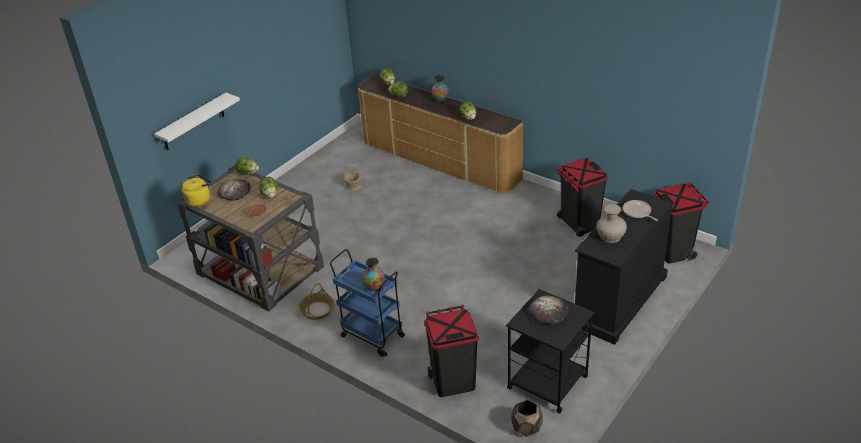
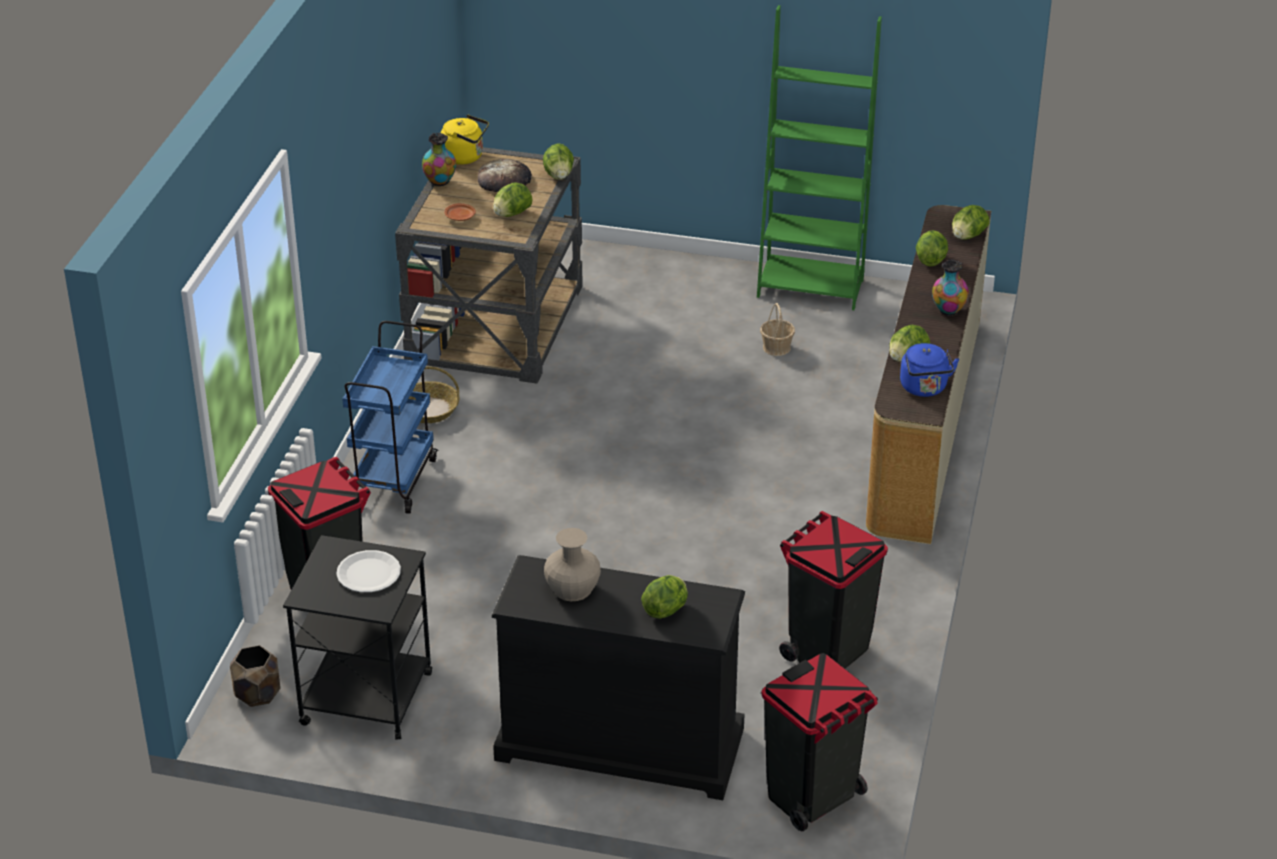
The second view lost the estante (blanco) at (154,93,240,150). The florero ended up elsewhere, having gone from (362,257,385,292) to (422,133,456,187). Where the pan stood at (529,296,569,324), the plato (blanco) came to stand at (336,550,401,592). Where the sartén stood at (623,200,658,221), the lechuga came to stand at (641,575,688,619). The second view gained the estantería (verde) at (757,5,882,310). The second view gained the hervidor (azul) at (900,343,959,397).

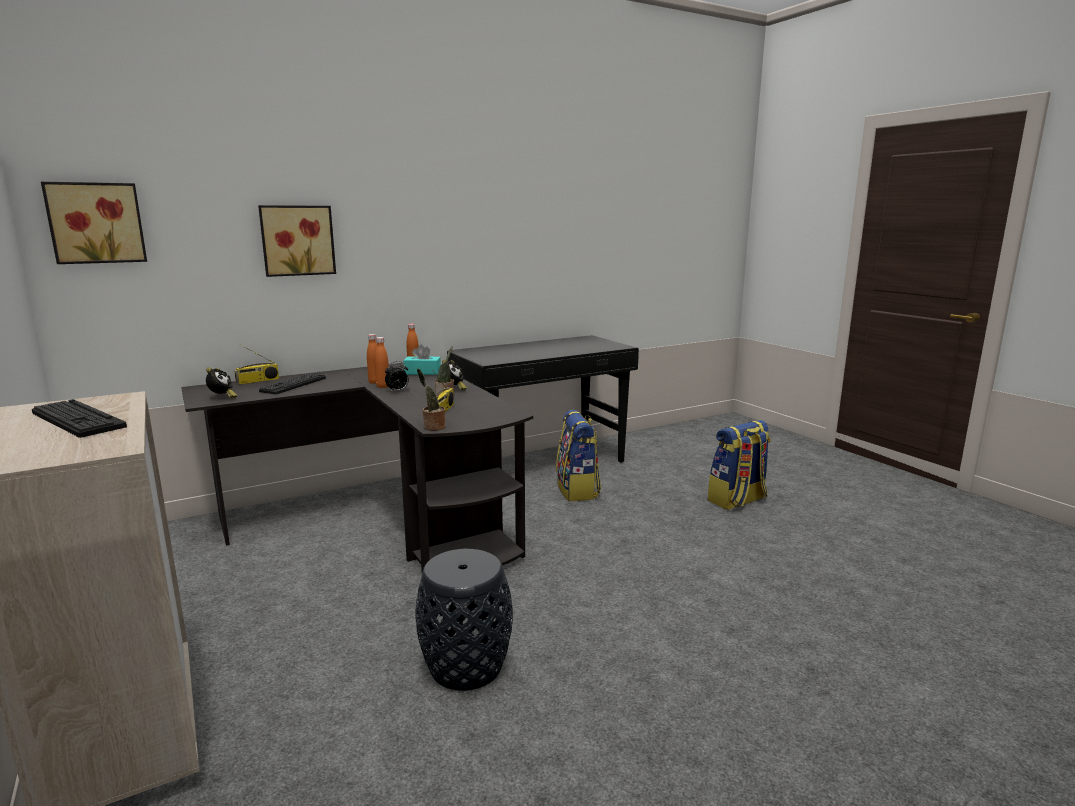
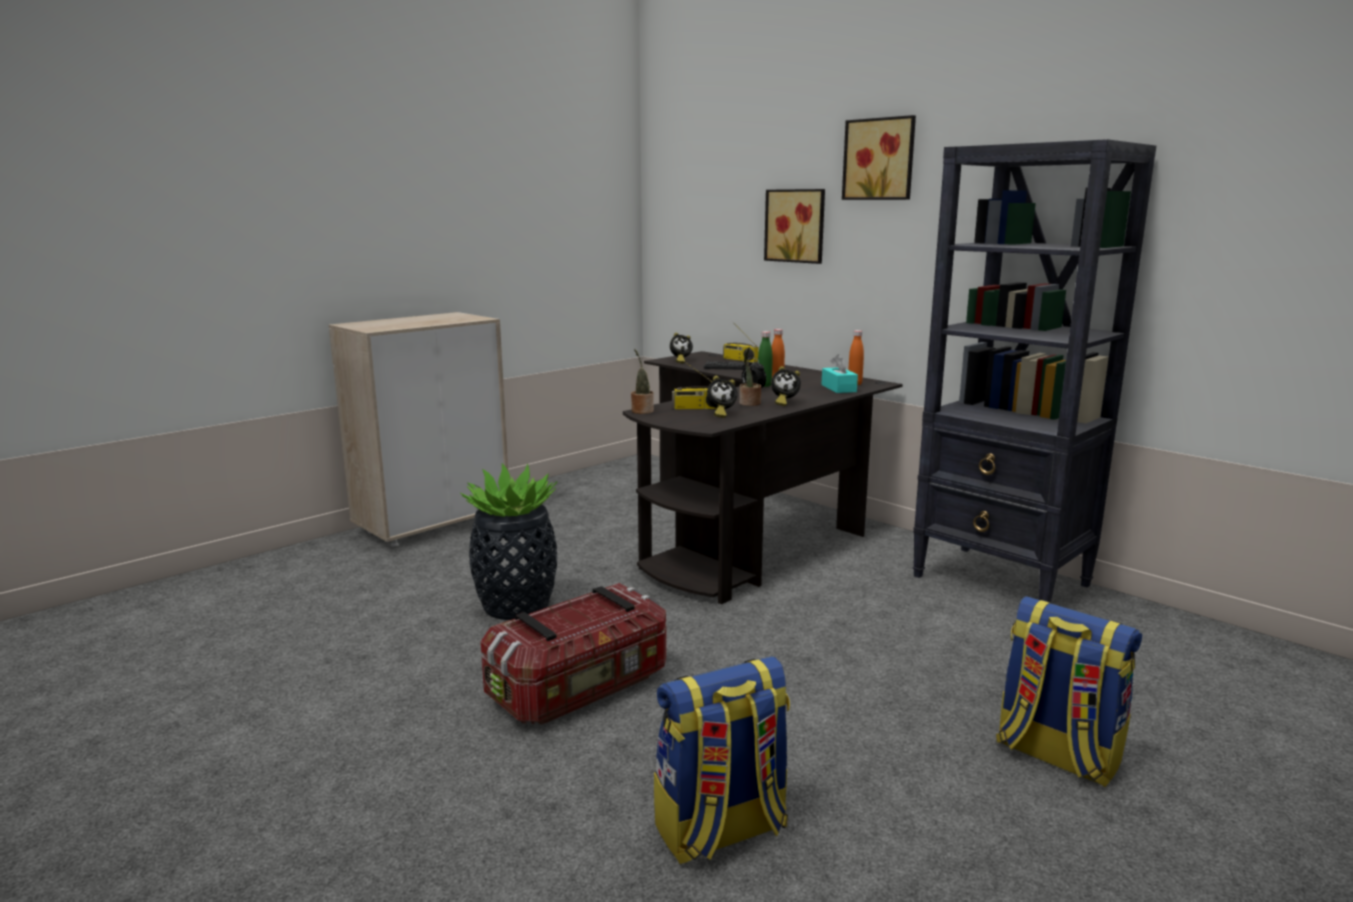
The second view lost the teclado at (32,399,127,438). The cuadro ended up elsewhere, having gone from (41,182,147,264) to (842,115,916,200). What was the botella (naranja) at (375,337,389,388) turned into the botella (verde) at (758,331,773,387). Where the mesa consola (negro) stood at (447,335,639,463), the estantería (negro) came to stand at (912,139,1156,602). The mochila ended up elsewhere, having gone from (556,410,601,501) to (654,656,790,864). The second view gained the planta en maceta at (460,463,557,517). The second view gained the caja de almacenaje at (481,583,666,725). The second view gained the despertador at (707,376,738,418).

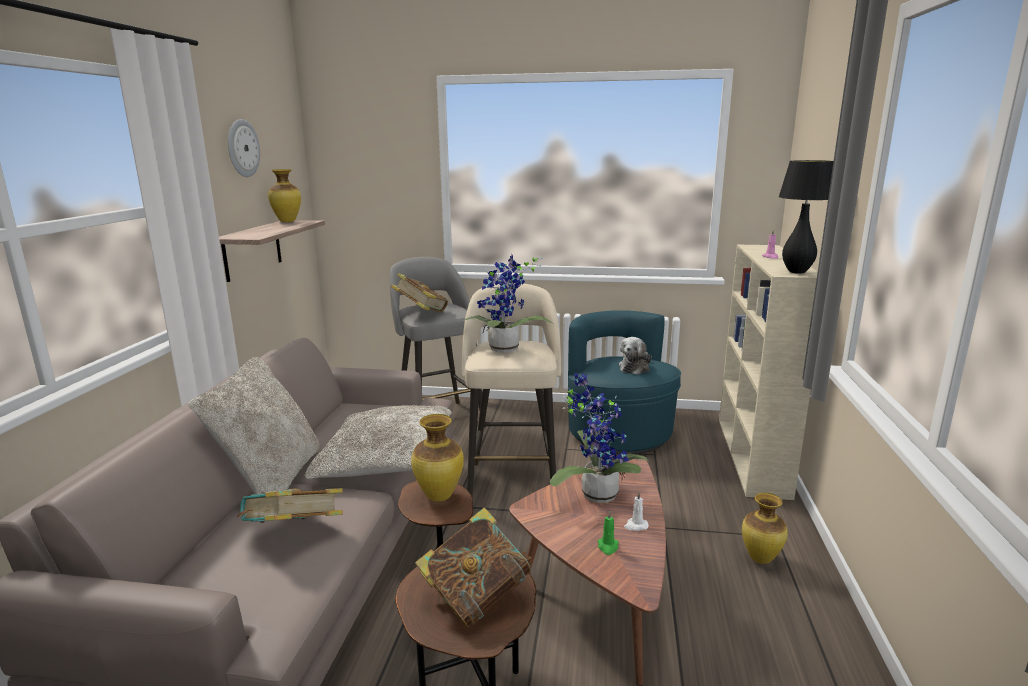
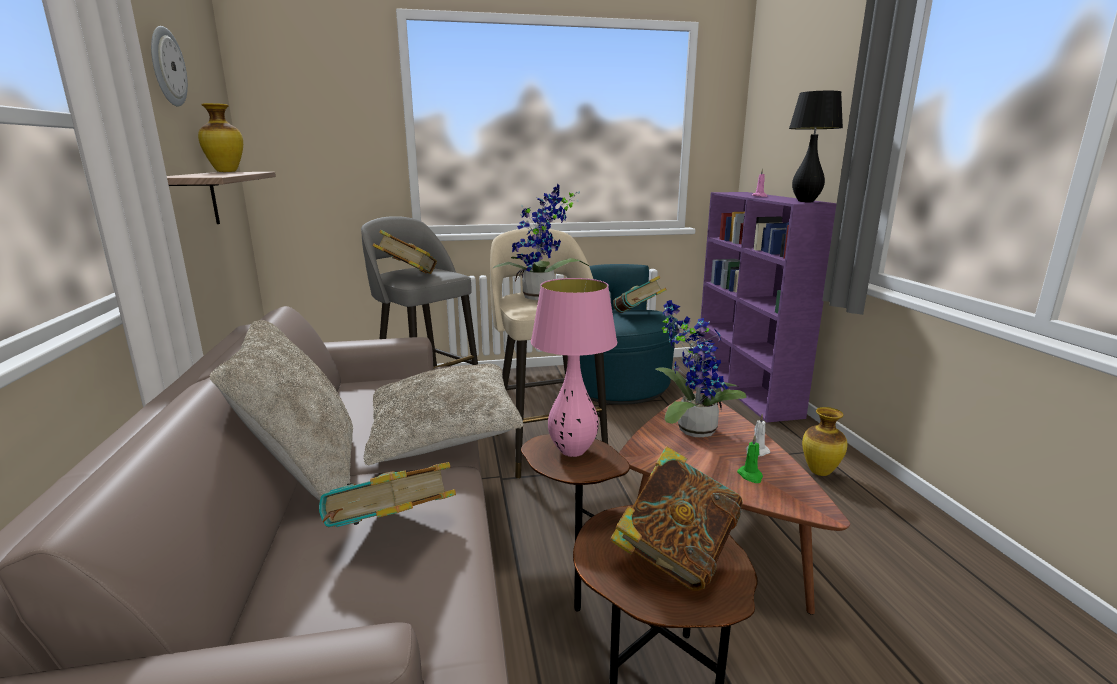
Where the florero stood at (411,414,464,502), the lámpara de mesa (rosa) came to stand at (531,278,617,457). Where the peluche stood at (619,337,652,375), the libro came to stand at (613,276,666,313). What was the estantería (beis) at (719,245,818,500) turned into the estantería (morado) at (699,192,837,422).

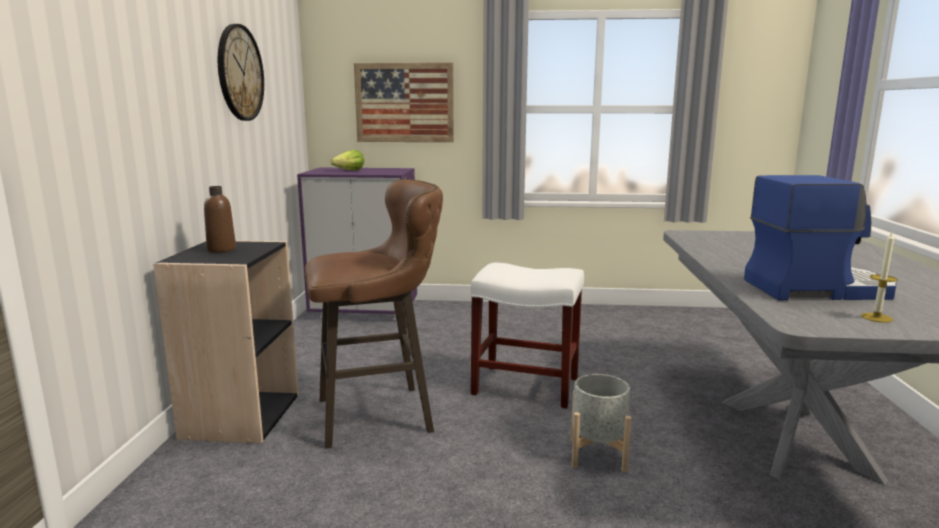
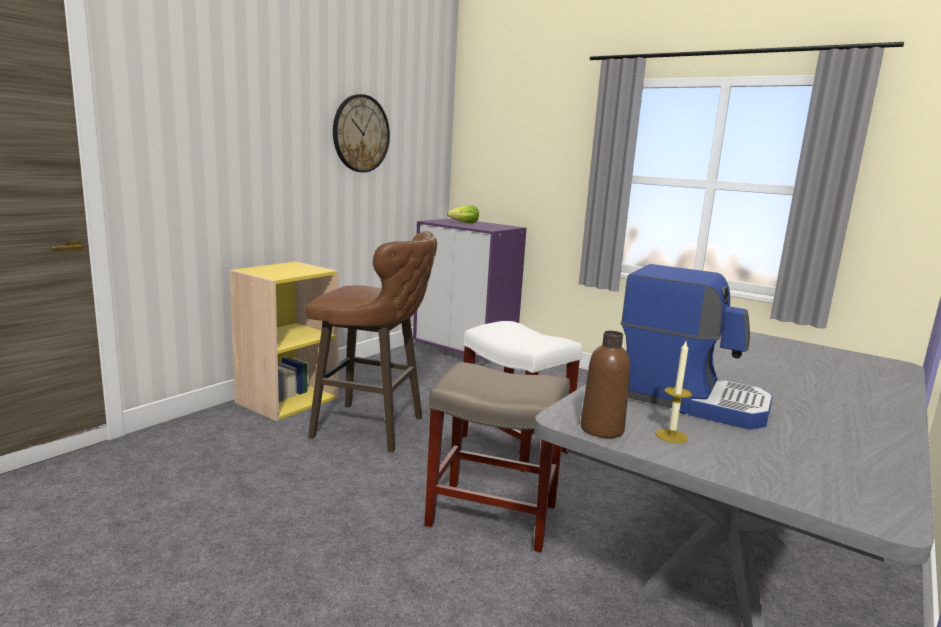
What was the estantería (negro) at (153,240,299,443) turned into the estantería (amarillo) at (229,262,339,421). The botella (marrón) ended up elsewhere, having gone from (204,186,236,253) to (581,331,630,438). The second view lost the cuadro at (354,62,454,142). Where the maceta (gris) stood at (571,374,632,472), the taburete (beis) came to stand at (425,362,570,552).

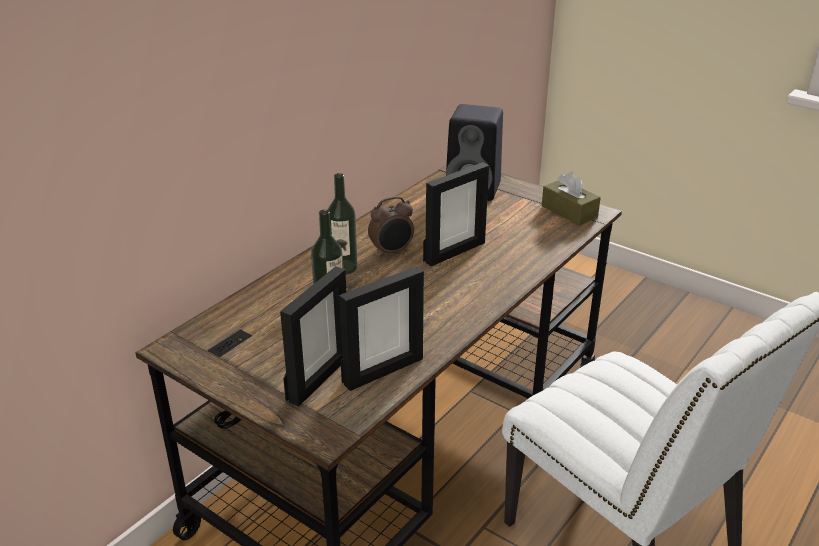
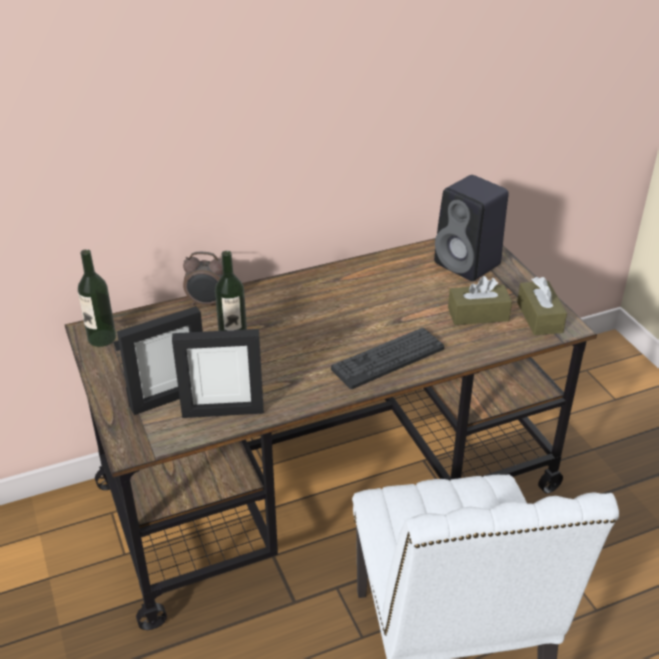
The botella ended up elsewhere, having gone from (327,173,357,275) to (78,249,116,347). The despertador ended up elsewhere, having gone from (368,196,414,258) to (183,252,223,305). The second view lost the portarretratos at (423,162,489,266). The second view gained the teclado at (331,328,444,389). The second view gained the caja de pañuelos (marrón) at (448,276,512,325).

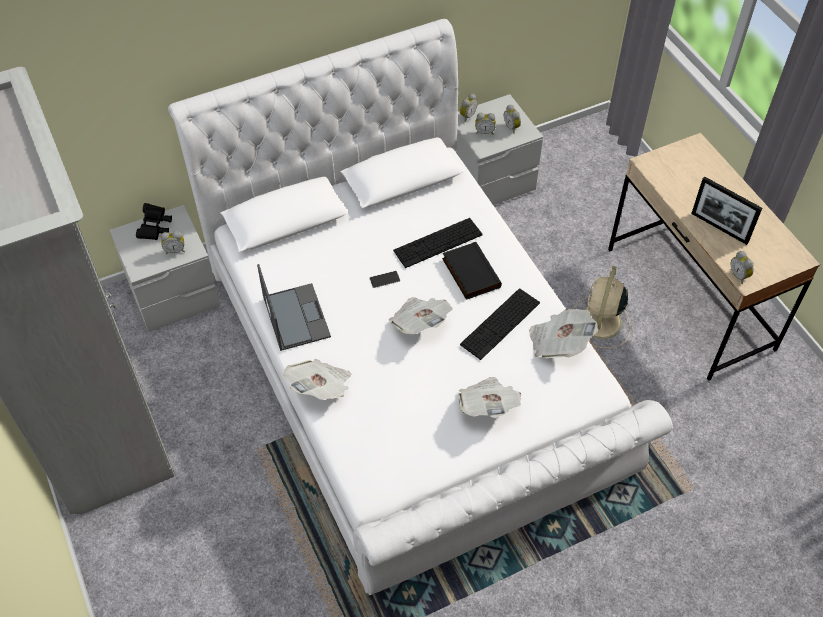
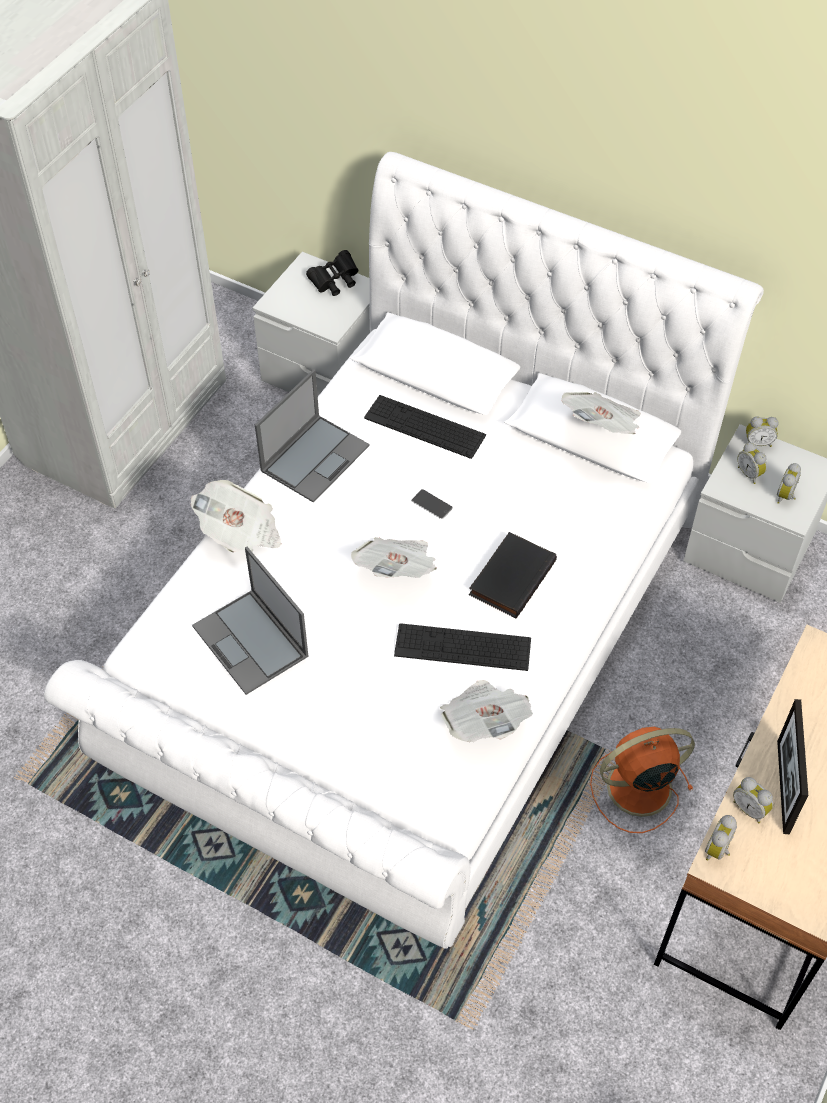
The despertador ended up elsewhere, having gone from (161,231,185,254) to (733,777,773,823). The teclado ended up elsewhere, having gone from (393,218,482,268) to (364,395,486,459). The periódico ended up elsewhere, having gone from (458,377,521,418) to (561,392,641,435). What was the ventilador (beis) at (573,266,631,348) turned into the ventilador (naranja) at (590,727,695,833). The second view gained the portátil at (192,546,309,695).

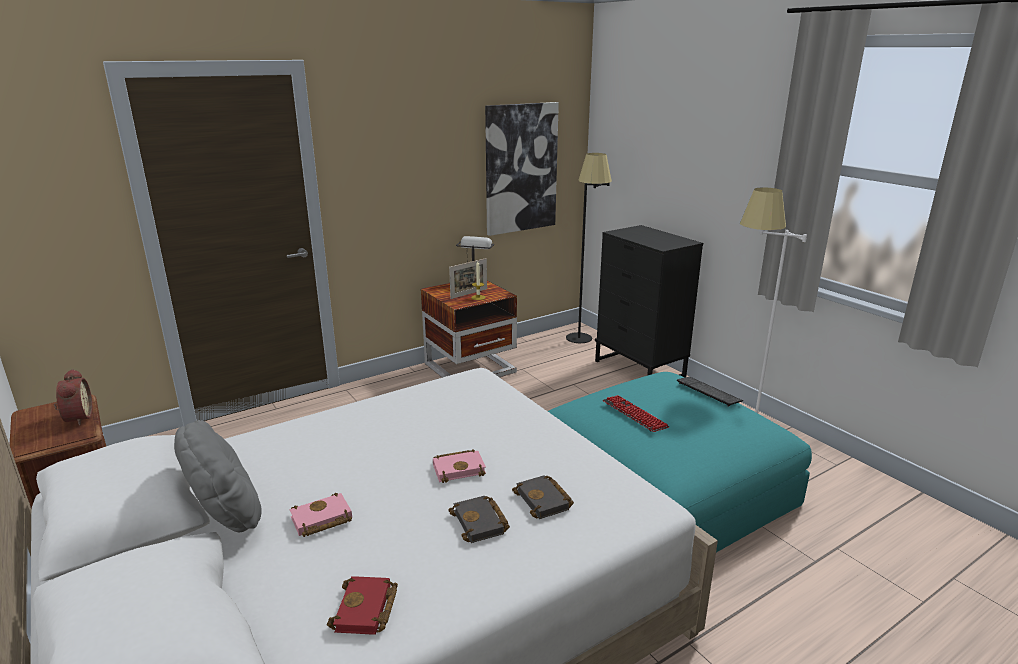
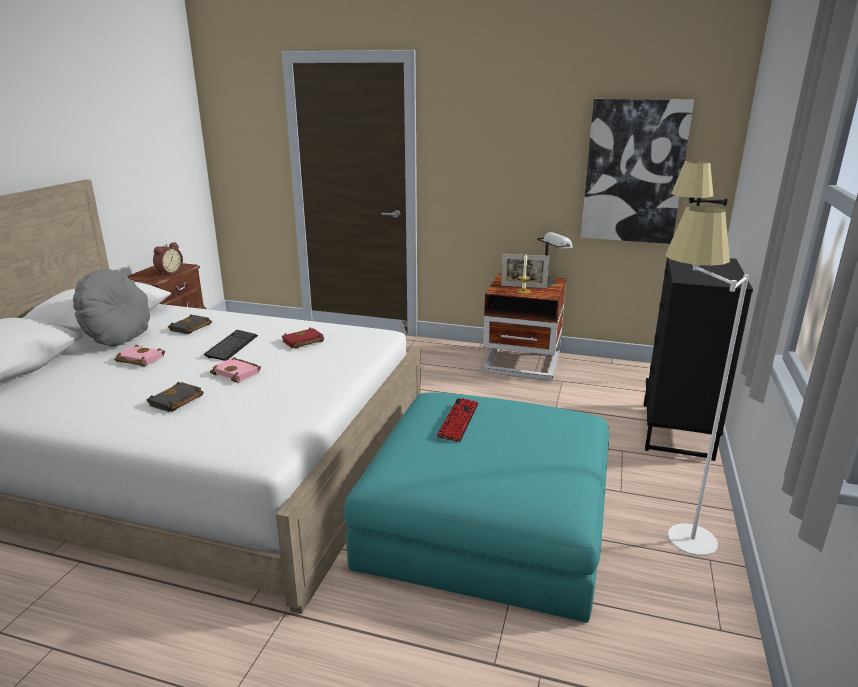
The libro (rojo) ended up elsewhere, having gone from (327,576,398,635) to (282,327,324,349). The libro (negro) ended up elsewhere, having gone from (512,475,574,519) to (168,314,212,334). The teclado ended up elsewhere, having gone from (677,377,743,406) to (204,330,258,361).

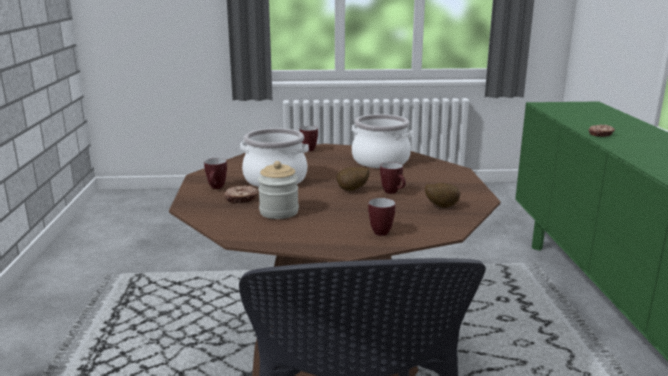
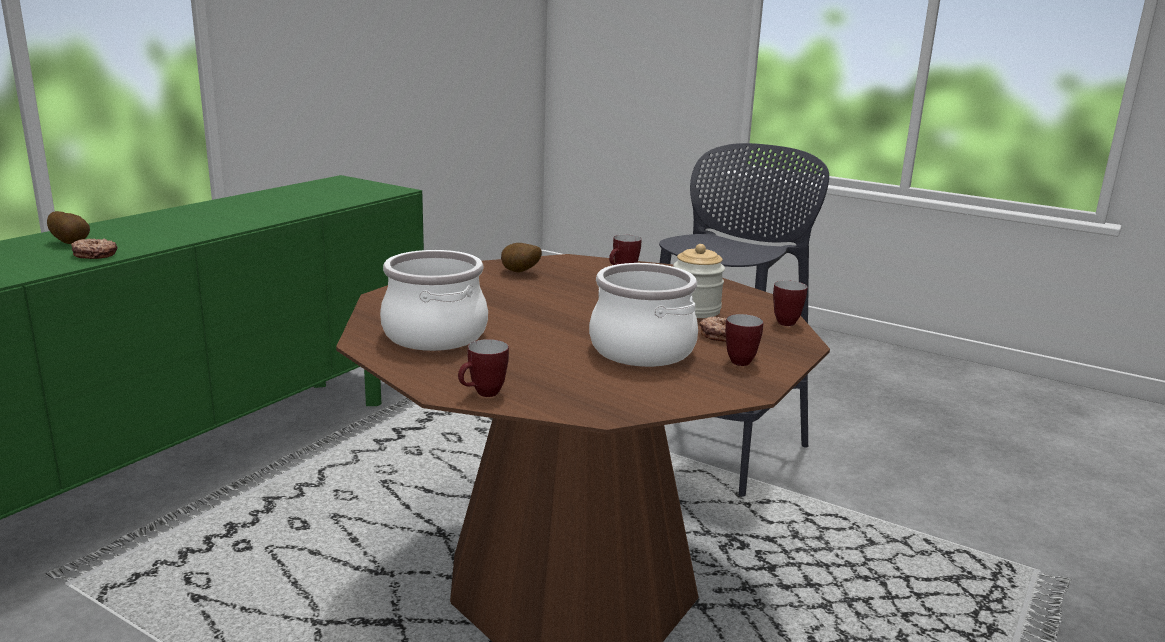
The patata ended up elsewhere, having gone from (336,167,370,191) to (47,211,90,244). The taza grande ended up elsewhere, having gone from (380,162,406,194) to (773,280,807,326).

